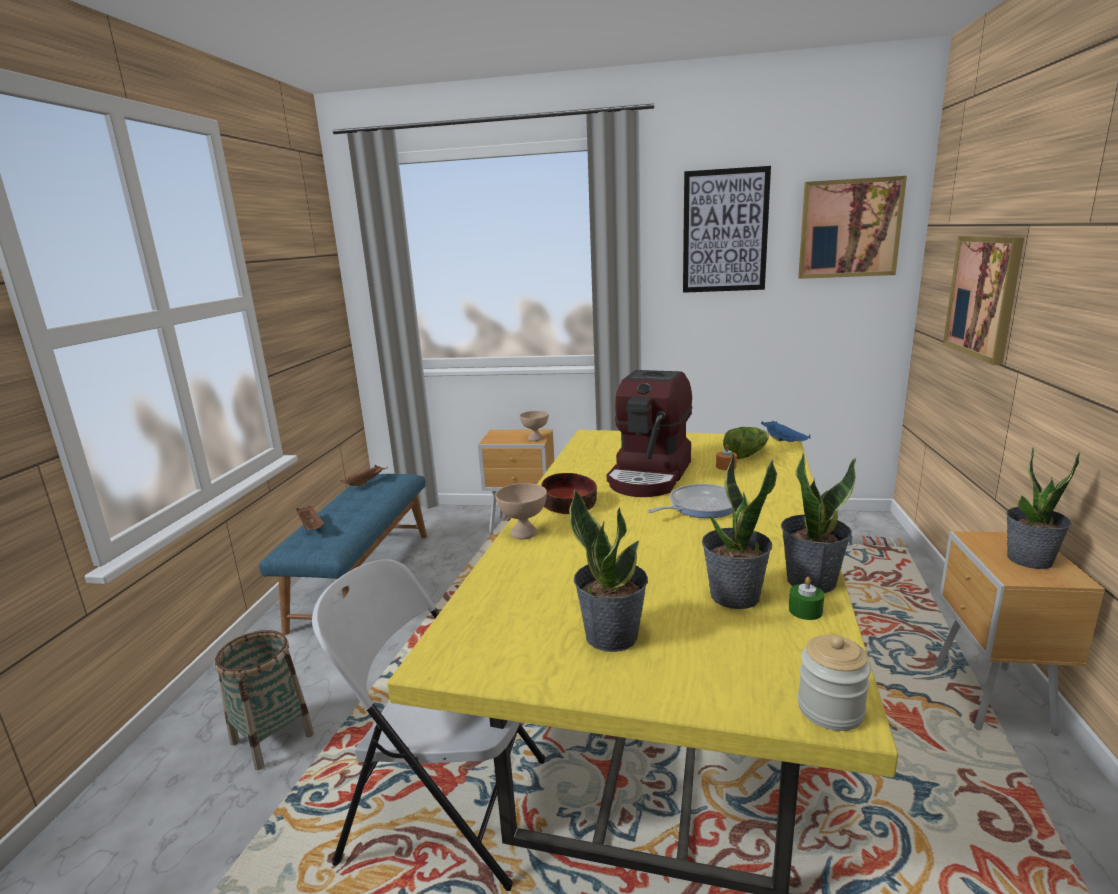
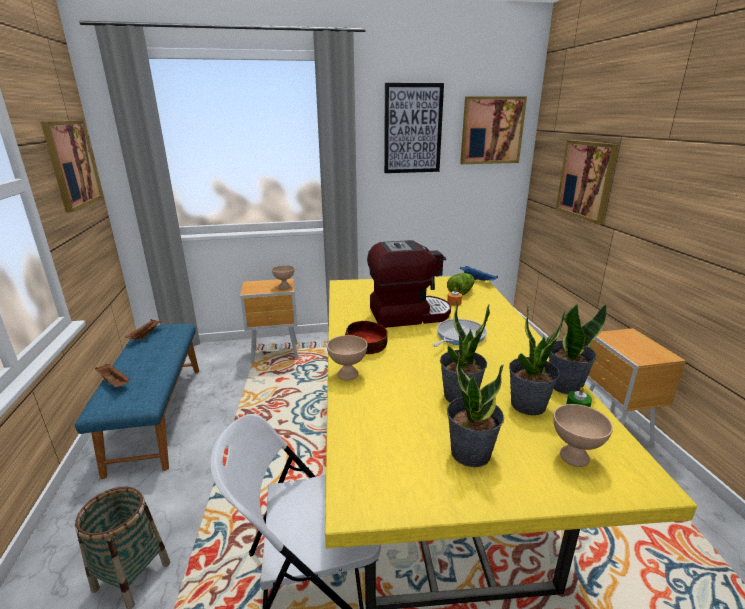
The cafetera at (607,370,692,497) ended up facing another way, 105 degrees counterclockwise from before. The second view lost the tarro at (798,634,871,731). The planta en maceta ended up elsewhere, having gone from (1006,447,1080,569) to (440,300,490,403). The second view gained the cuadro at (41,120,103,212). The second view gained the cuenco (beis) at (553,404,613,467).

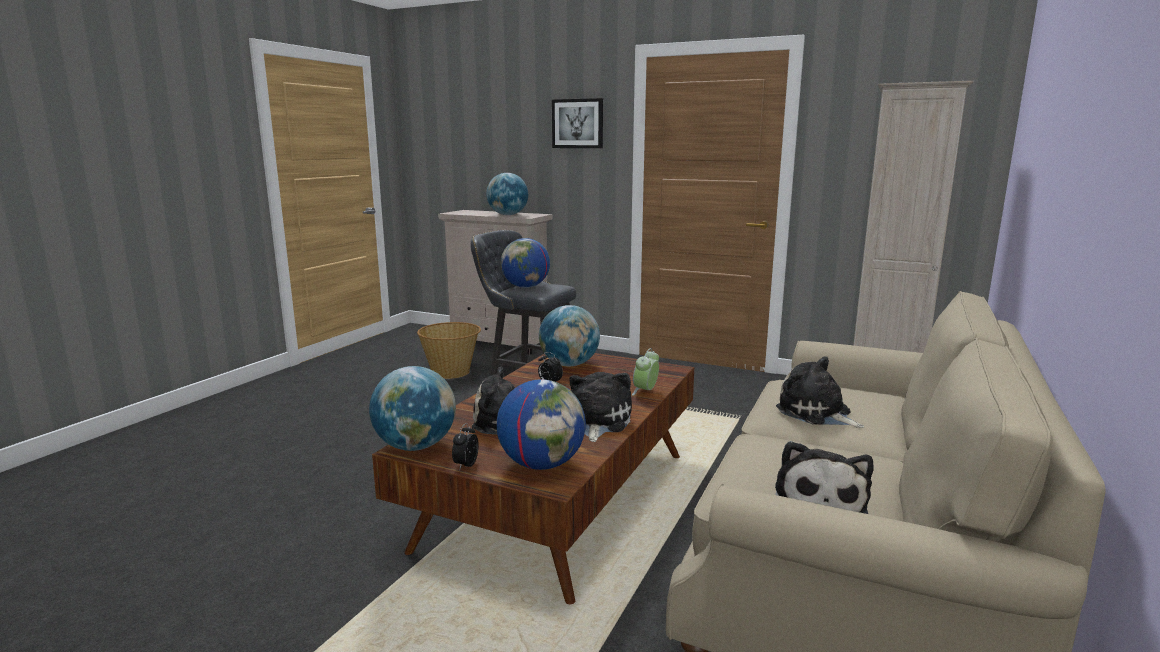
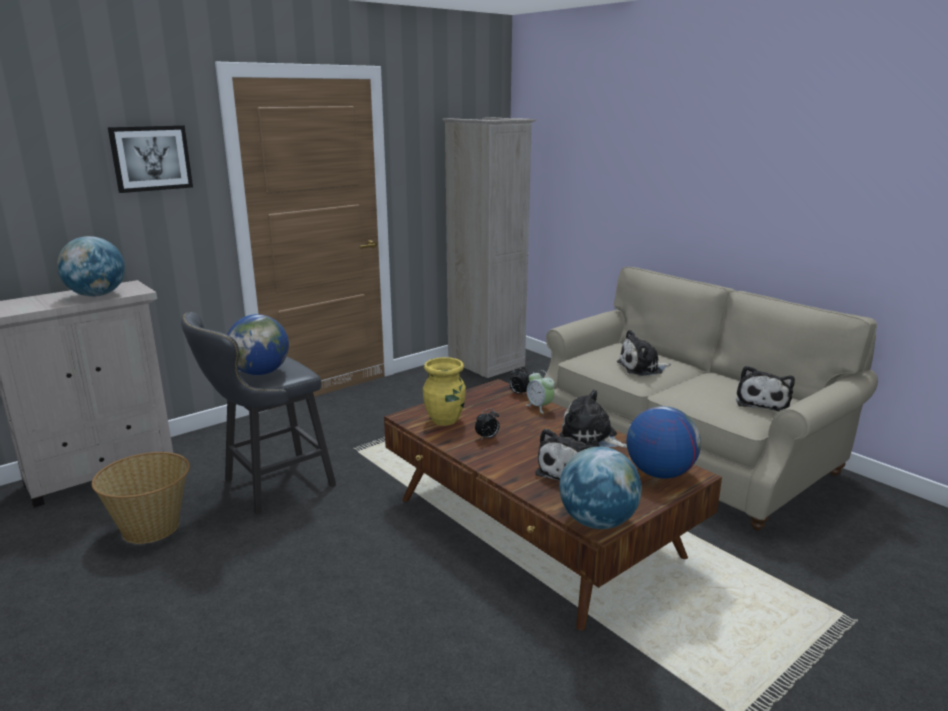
The despertador ended up elsewhere, having gone from (452,423,479,469) to (510,367,530,396). Where the globo terráqueo stood at (539,305,600,366), the florero (amarillo) came to stand at (423,357,466,426). The peluche at (775,441,874,514) ended up facing another way, 75 degrees clockwise from before.

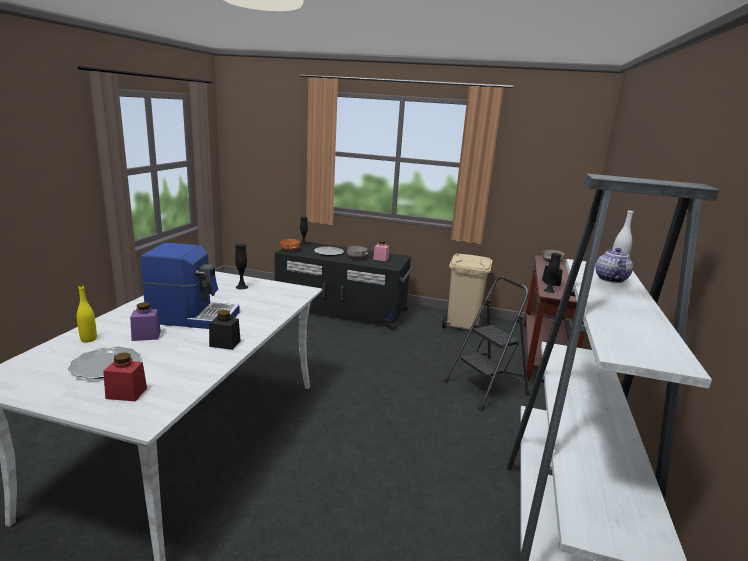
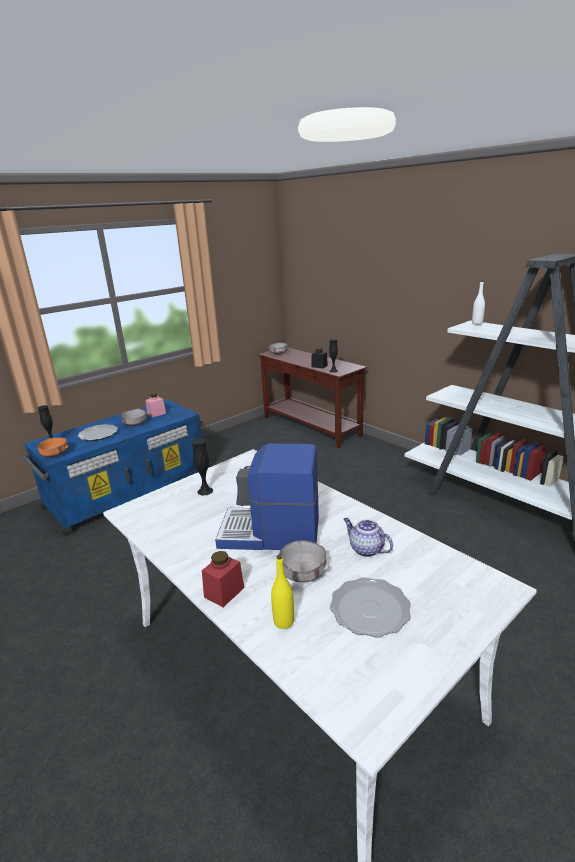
The tarro (rojo) ended up elsewhere, having gone from (103,353,147,401) to (202,551,244,607). Where the tarro (morado) stood at (130,302,161,341), the cuenco (gris) came to stand at (279,540,329,582). The cafetera at (140,243,240,329) ended up facing another way, 120 degrees counterclockwise from before. The second view lost the tarro (negro) at (209,310,241,350). What was the armario (negro) at (272,241,414,330) turned into the armario (azul) at (22,400,203,536). The second view lost the papelera (beis) at (442,253,492,330). The second view lost the escalera de tijera (negro) at (443,276,530,411). The tetera ended up elsewhere, having gone from (595,248,633,283) to (343,518,393,557).

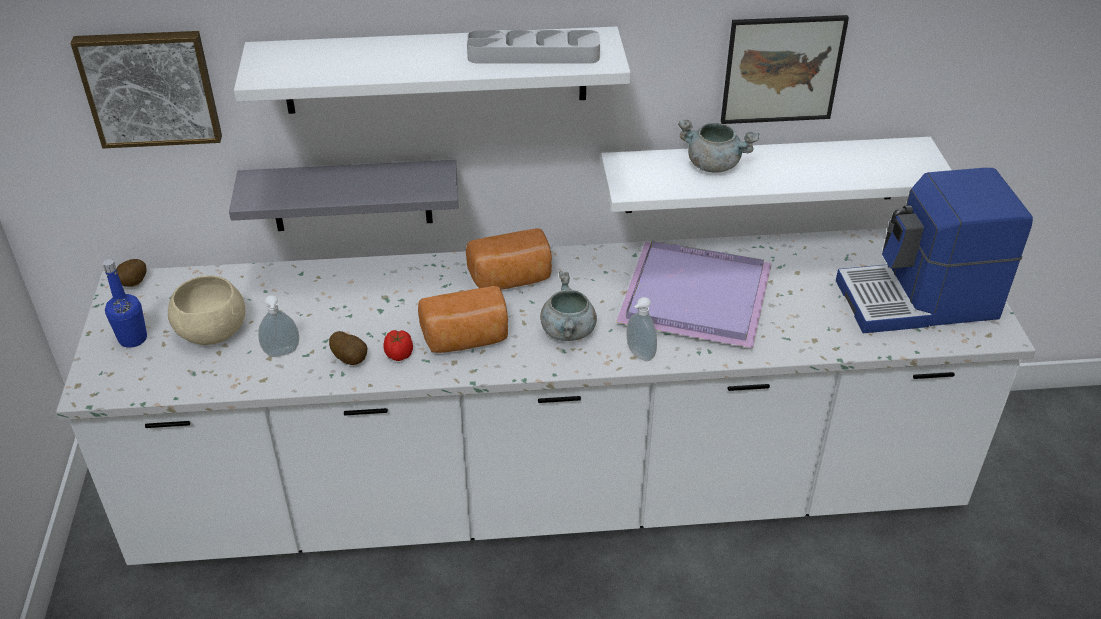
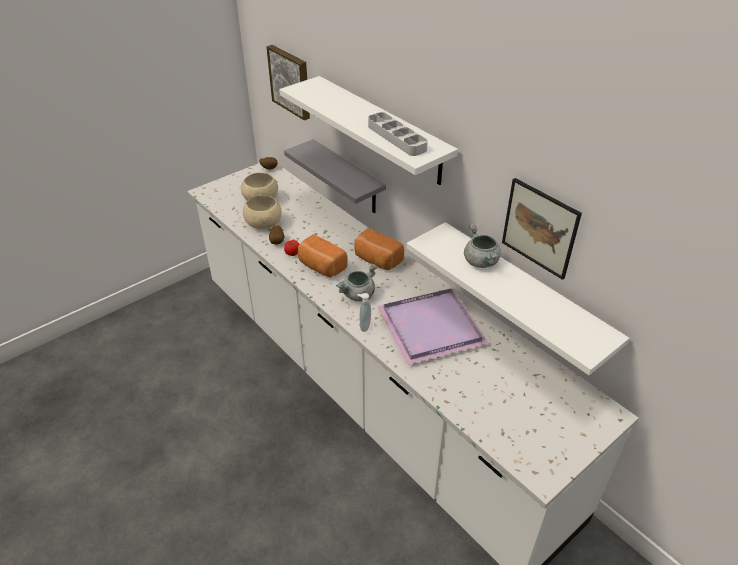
The second view lost the botella (azul) at (103,259,147,348). Where the dispensador de jabón stood at (258,295,299,357), the cuenco (beis) came to stand at (243,195,281,229). The second view lost the cafetera at (836,168,1033,333).

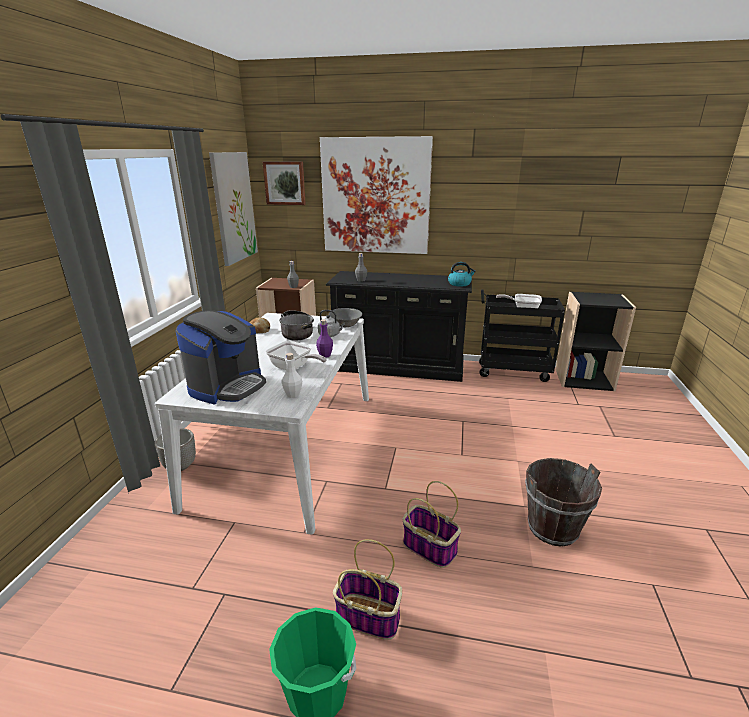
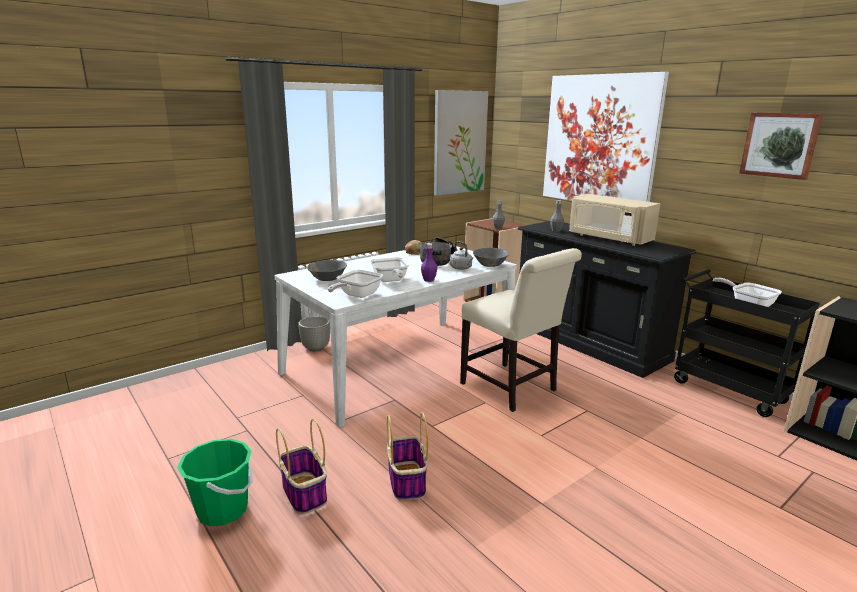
Where the cafetera stood at (175,310,266,405), the cuenco (gris) came to stand at (307,260,347,281). The cuadro ended up elsewhere, having gone from (263,161,306,205) to (739,112,823,180). Where the botella (blanco) stood at (281,353,302,398), the sartén came to stand at (328,270,383,298). The second view lost the hervidor at (448,262,476,287). The second view lost the cubo (marrón) at (525,458,602,547). The second view gained the silla (beis) at (460,248,582,412). The second view gained the microondas (beis) at (569,194,660,246).

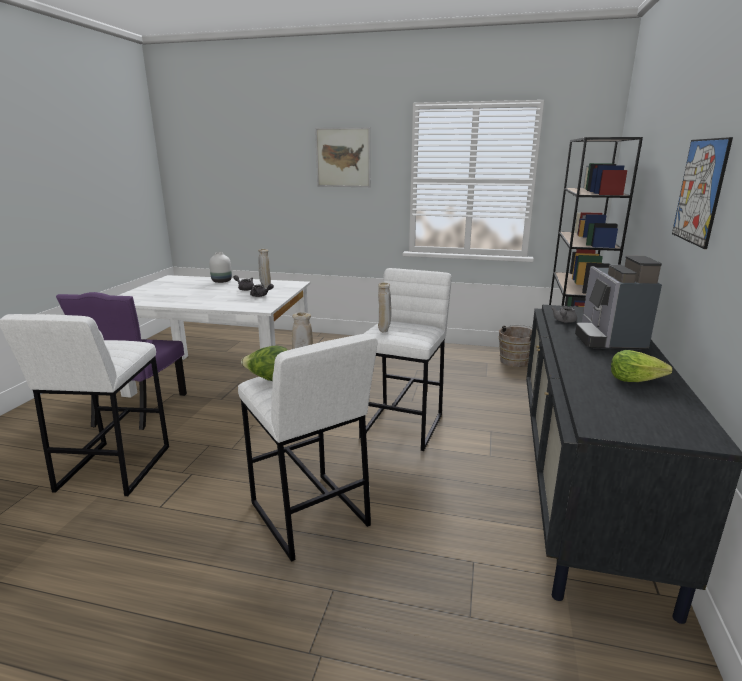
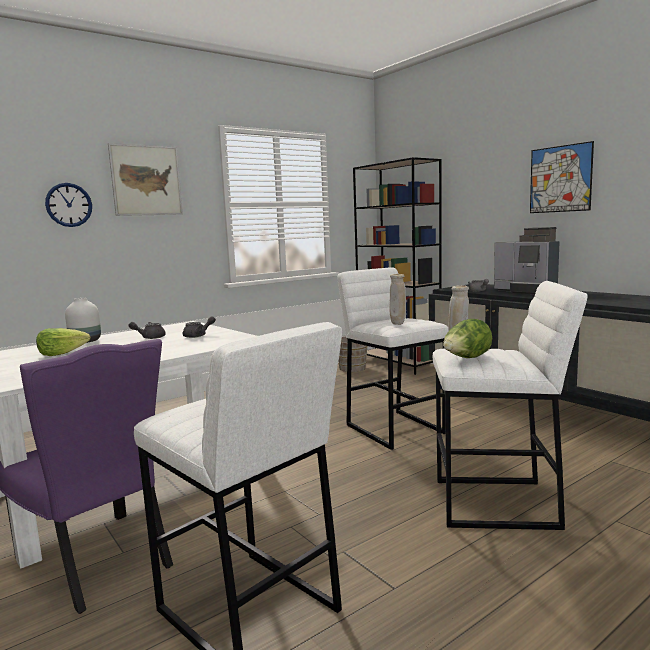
The second view lost the florero (beis) at (258,249,271,288). The lechuga ended up elsewhere, having gone from (611,350,673,382) to (36,328,91,356). The second view gained the reloj de pared at (45,183,92,227).

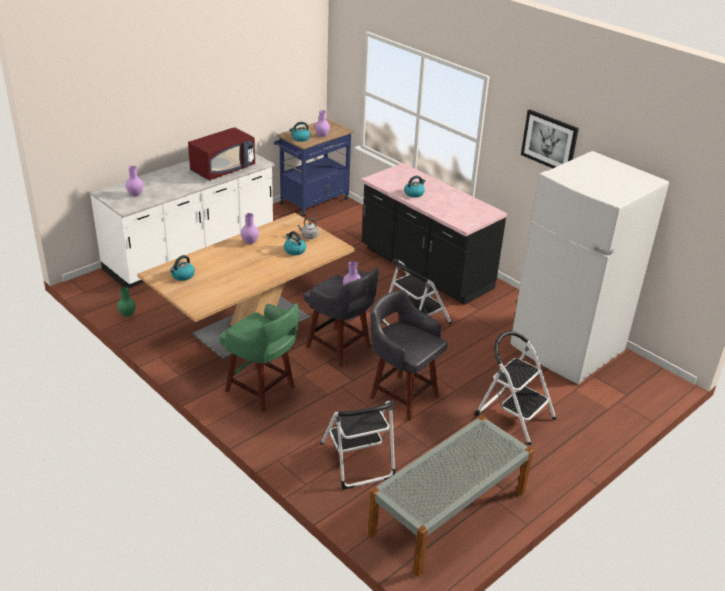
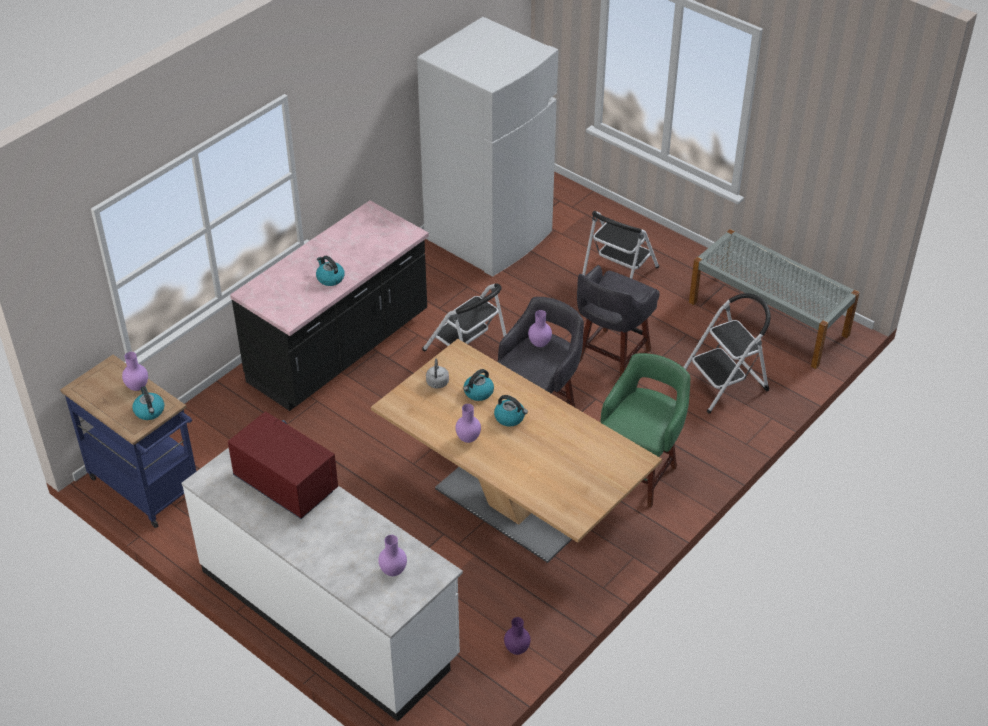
What was the florero (verde) at (117,287,136,317) turned into the florero (morado) at (504,617,531,655). The hervidor ended up elsewhere, having gone from (170,255,195,281) to (494,395,528,427). The second view lost the cuadro at (521,109,579,168).

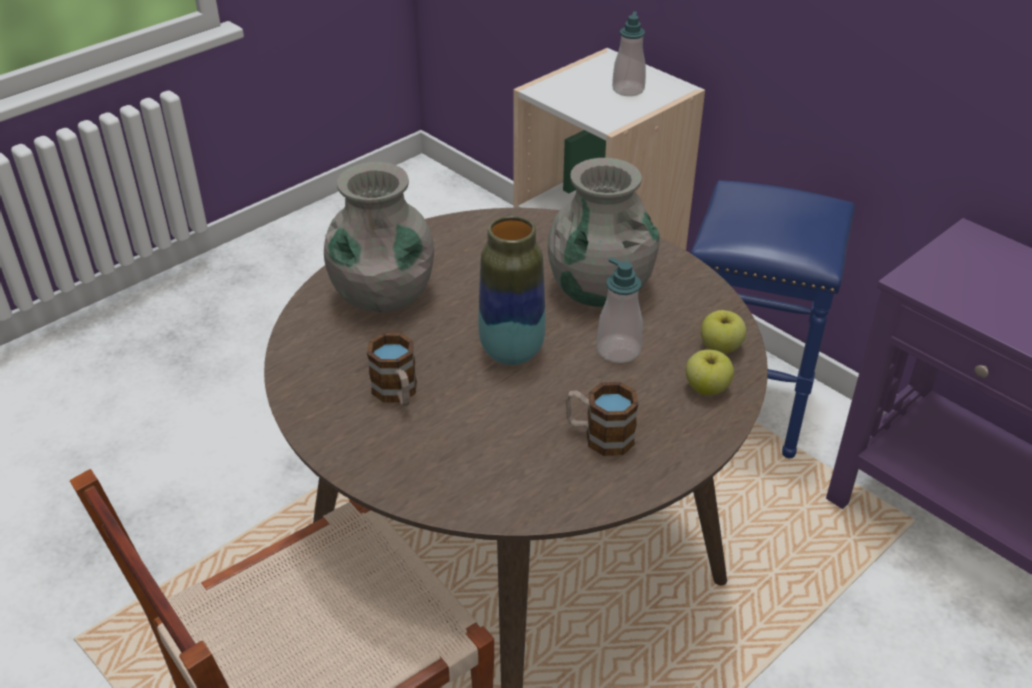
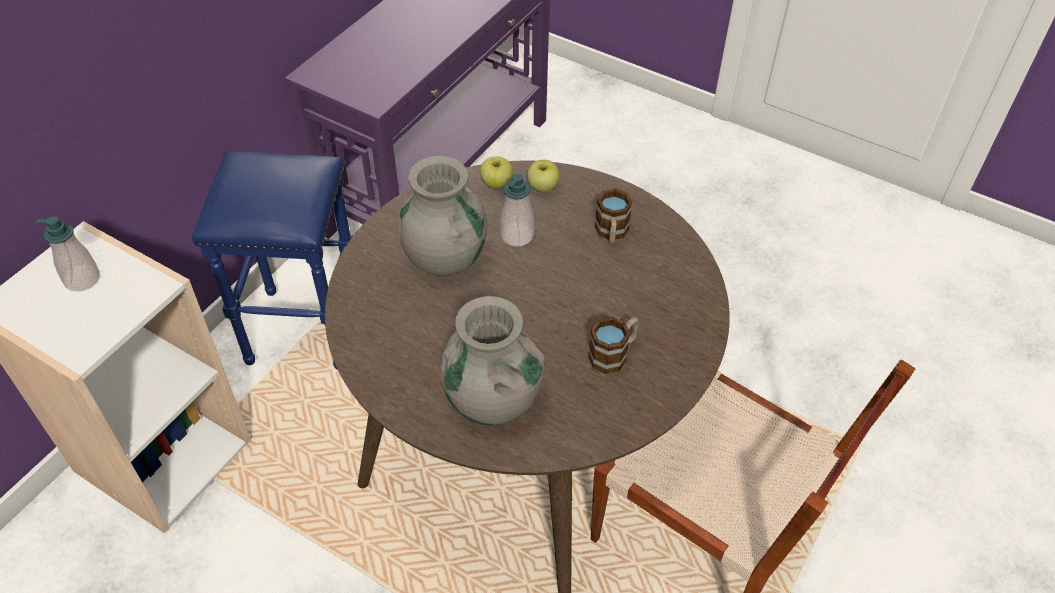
The second view lost the florero at (478,216,546,365).

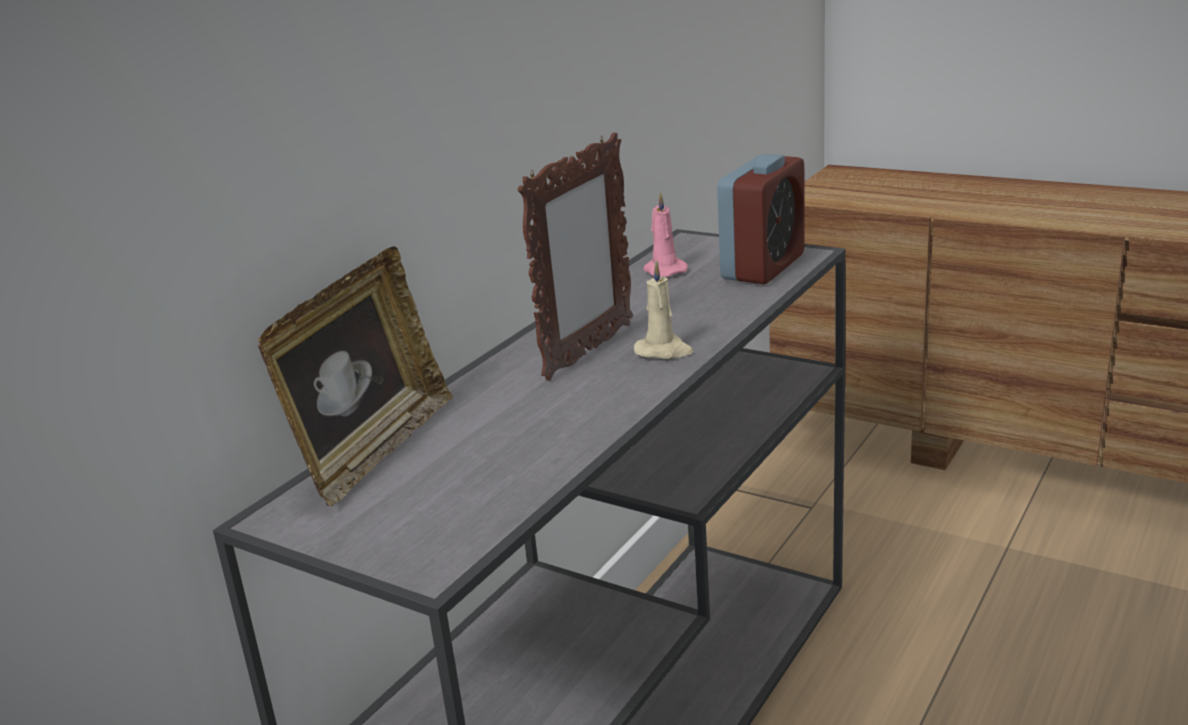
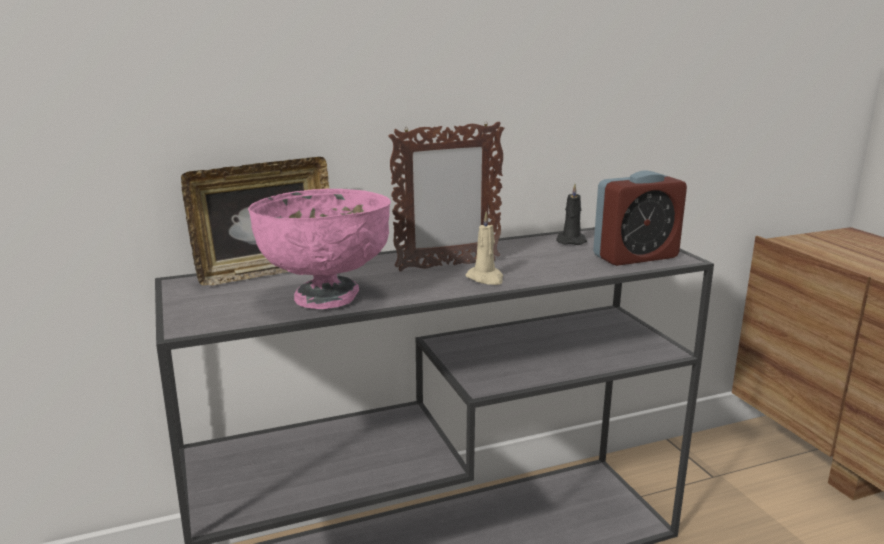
What was the vela (rosa) at (643,192,688,277) turned into the vela (negro) at (556,184,587,245). The second view gained the cuenco (rosa) at (248,189,391,309).

